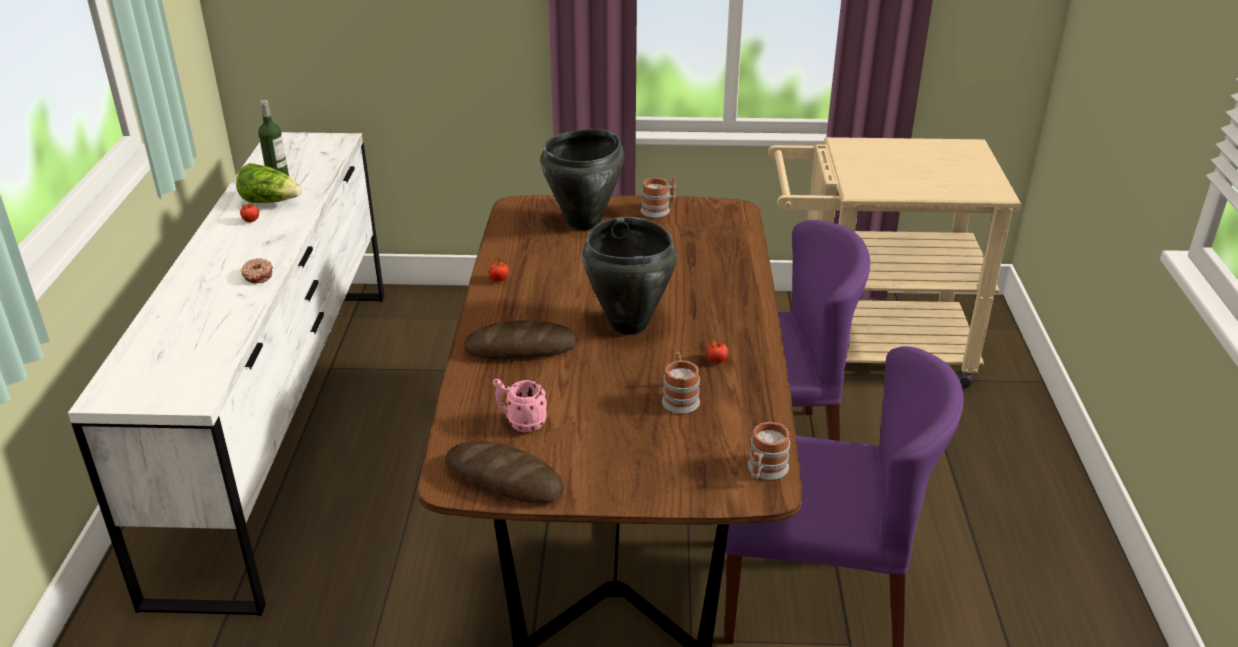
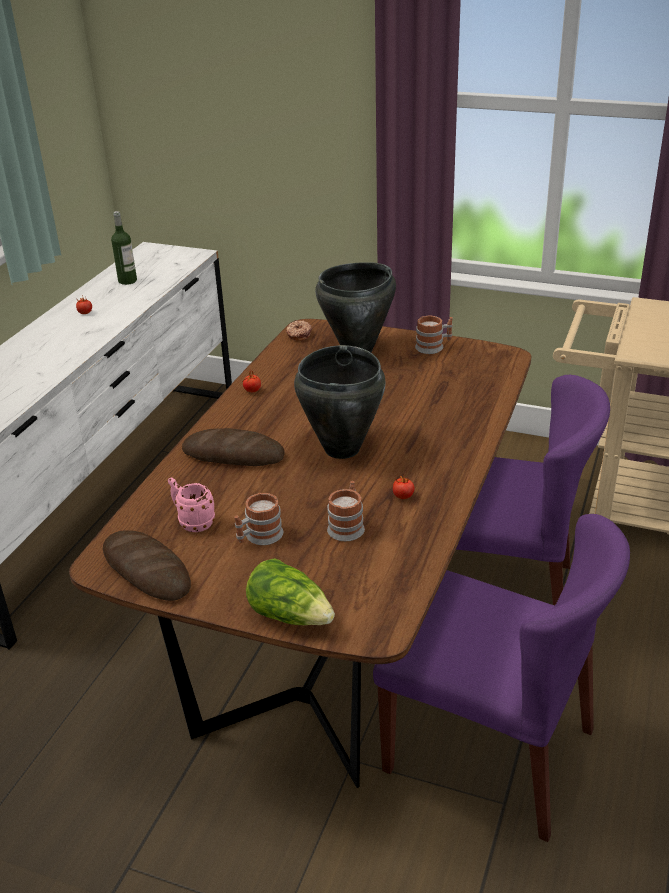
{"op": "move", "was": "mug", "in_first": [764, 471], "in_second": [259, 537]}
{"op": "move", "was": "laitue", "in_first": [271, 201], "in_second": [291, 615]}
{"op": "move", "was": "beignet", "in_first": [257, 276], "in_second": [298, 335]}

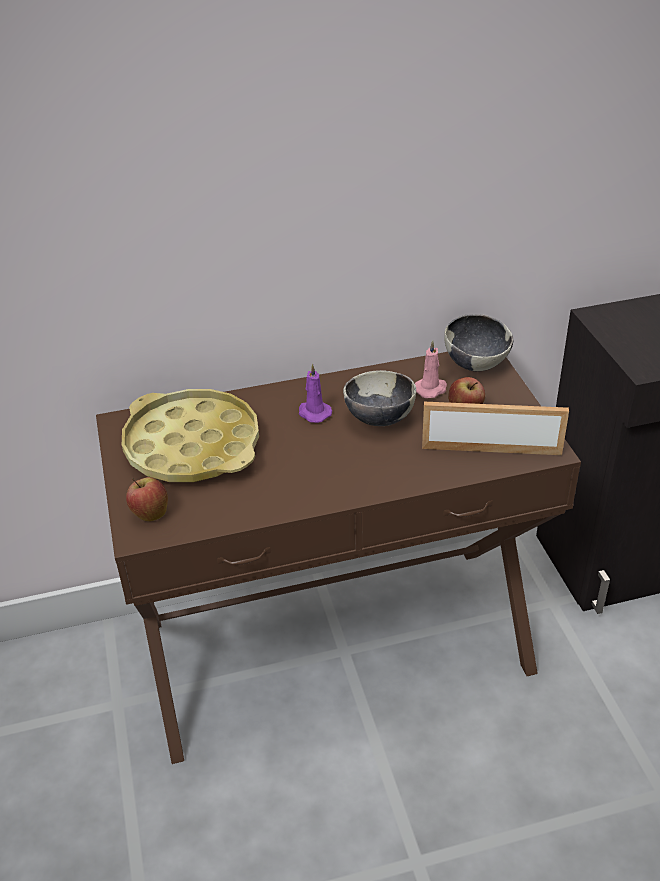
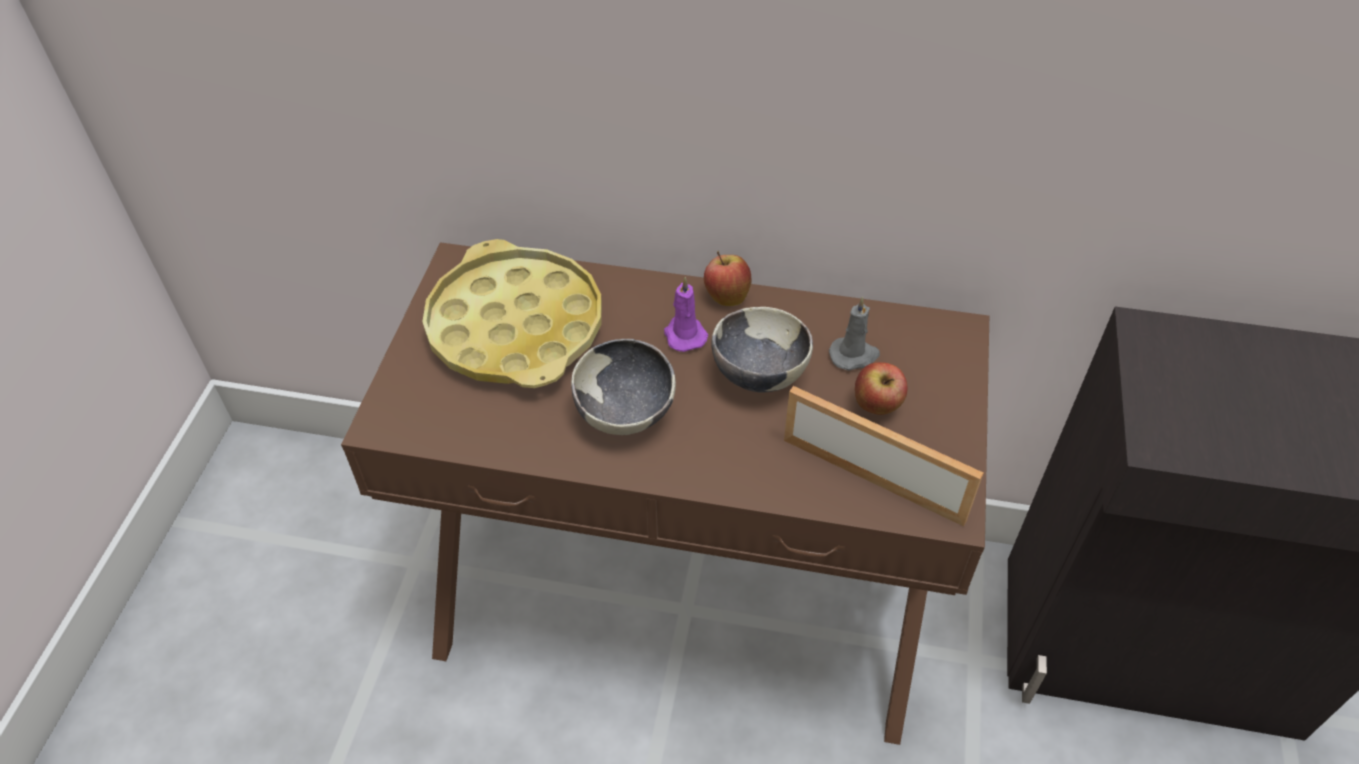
{"op": "move", "was": "bol", "in_first": [476, 363], "in_second": [626, 413]}
{"op": "move", "was": "pomme", "in_first": [150, 514], "in_second": [726, 296]}
{"op": "recolor", "was": "bougie (rose)", "now": "bougie (gris)", "in_first": [431, 389], "in_second": [854, 355]}

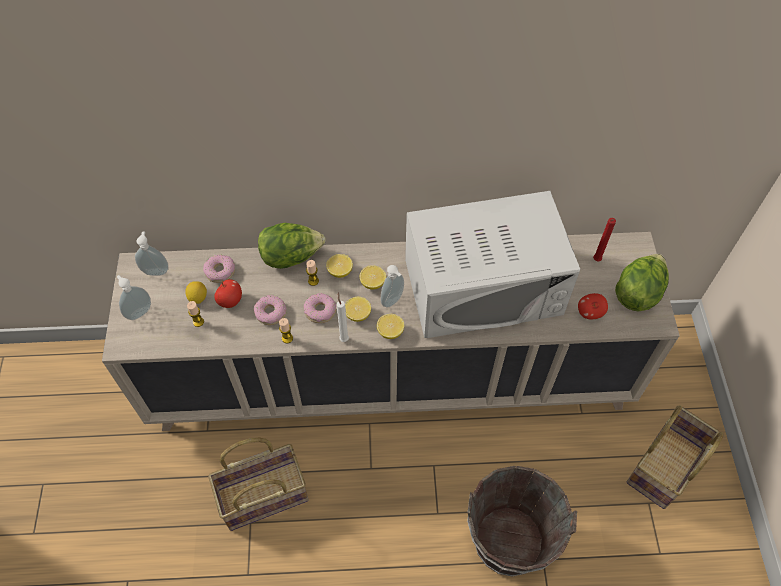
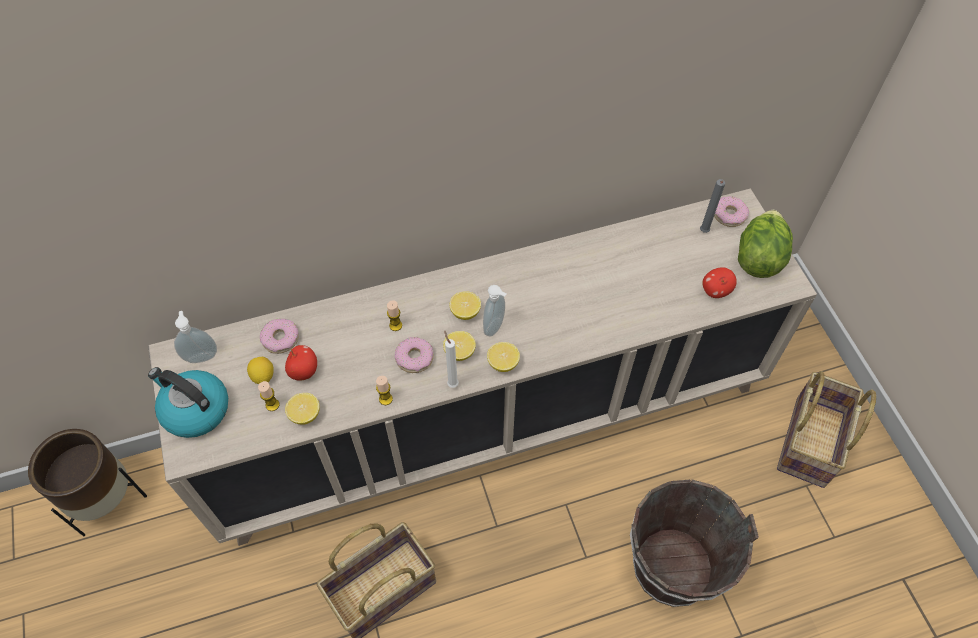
{"op": "insert", "now": "cache-pot (marron)", "in_second": [107, 500]}
{"op": "replace", "was": "distributeur de savon", "now": "bouilloire", "in_first": [139, 312], "in_second": [195, 410]}
{"op": "move", "was": "citron", "in_first": [340, 271], "in_second": [305, 414]}
{"op": "recolor", "was": "bougie (rouge)", "now": "bougie (gris)", "in_first": [596, 261], "in_second": [703, 232]}
{"op": "move", "was": "beignet", "in_first": [271, 313], "in_second": [729, 215]}
{"op": "delete", "was": "laitue", "in_first": [291, 257]}
{"op": "delete", "was": "micro-ondes (blanc)", "in_first": [483, 286]}

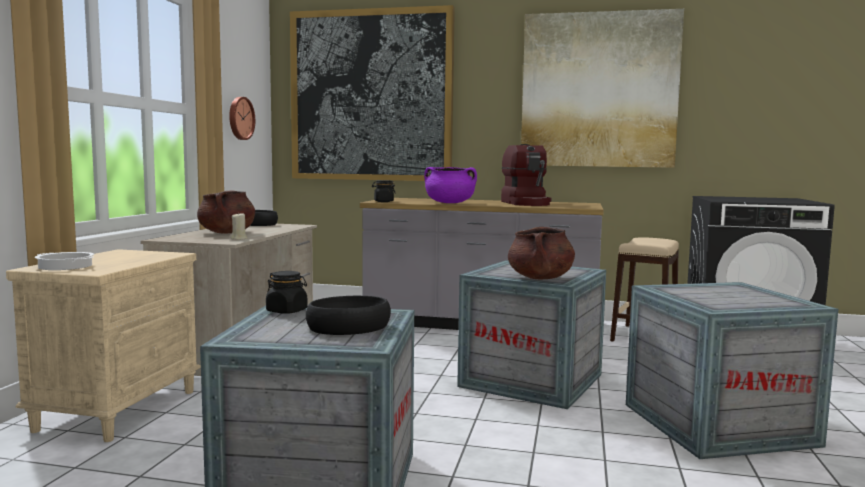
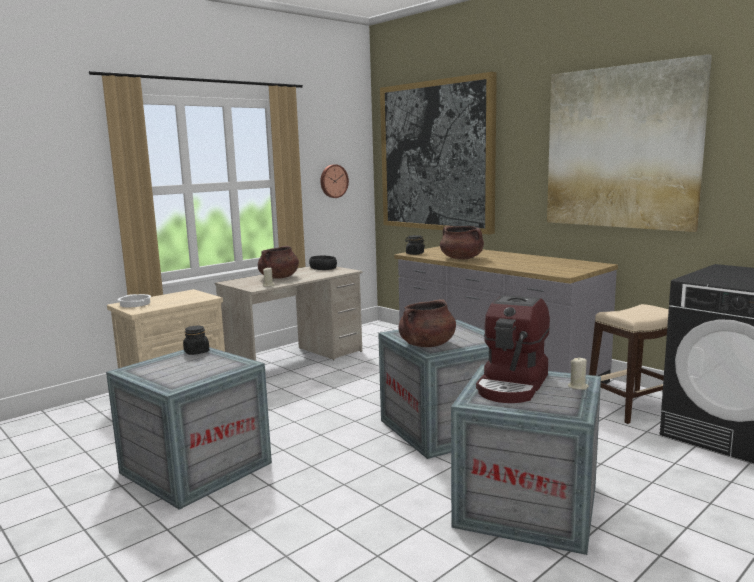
{"op": "recolor", "was": "marmite (violet)", "now": "marmite (marron)", "in_first": [449, 203], "in_second": [462, 258]}
{"op": "move", "was": "machine à café", "in_first": [526, 203], "in_second": [513, 385]}
{"op": "insert", "now": "bougie (beige)", "in_second": [578, 387]}
{"op": "delete", "was": "bol (noir)", "in_first": [349, 327]}

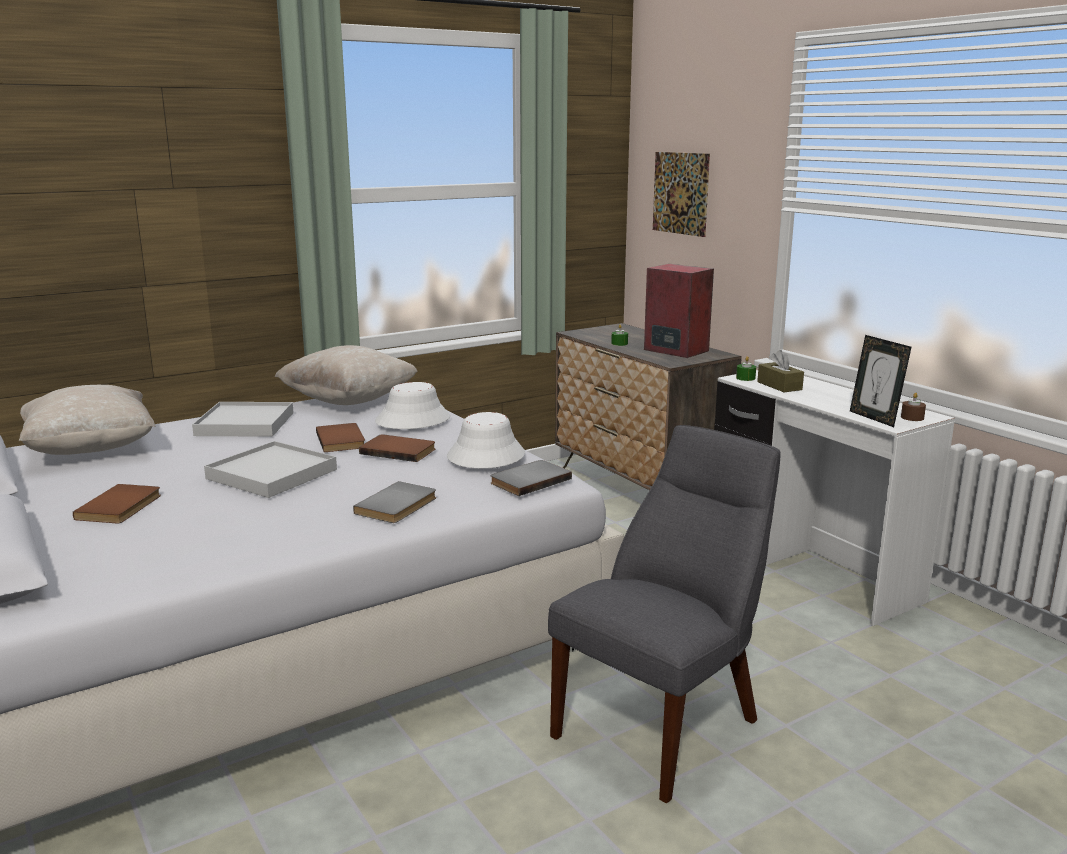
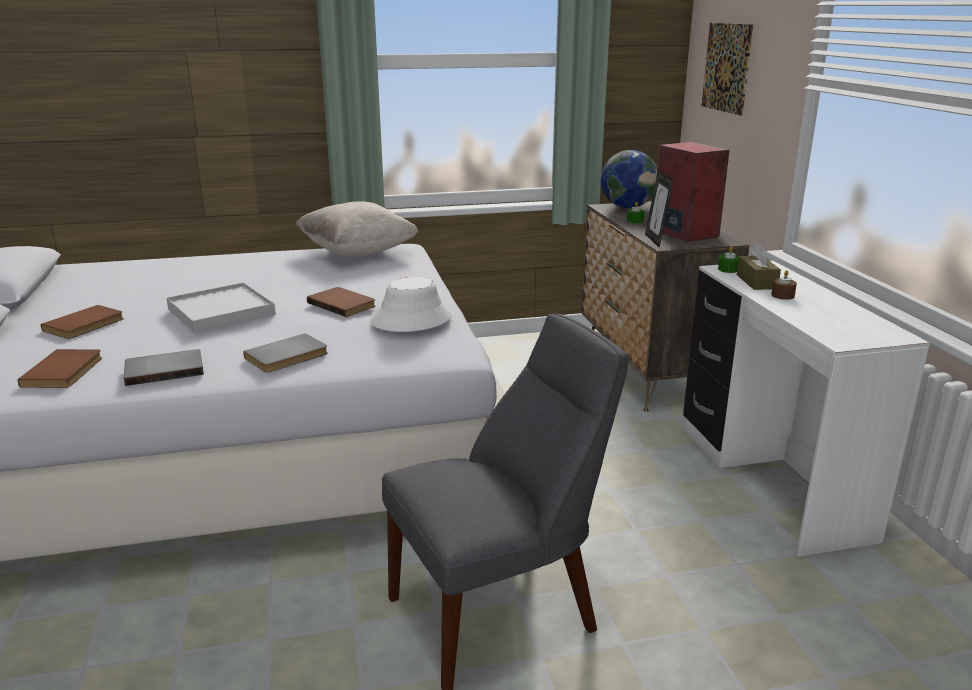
{"op": "move", "was": "livre (marron)", "in_first": [342, 440], "in_second": [65, 371]}
{"op": "move", "was": "livre (gris)", "in_first": [528, 480], "in_second": [164, 369]}
{"op": "insert", "now": "globe", "in_second": [627, 207]}
{"op": "move", "was": "cadre photo", "in_first": [874, 418], "in_second": [656, 240]}
{"op": "move", "was": "bougie (marron)", "in_first": [912, 417], "in_second": [782, 295]}
{"op": "delete", "was": "coussin (beige)", "in_first": [91, 450]}
{"op": "delete", "was": "plateau (blanc)", "in_first": [245, 424]}
{"op": "delete", "was": "chapeau (blanc)", "in_first": [412, 420]}

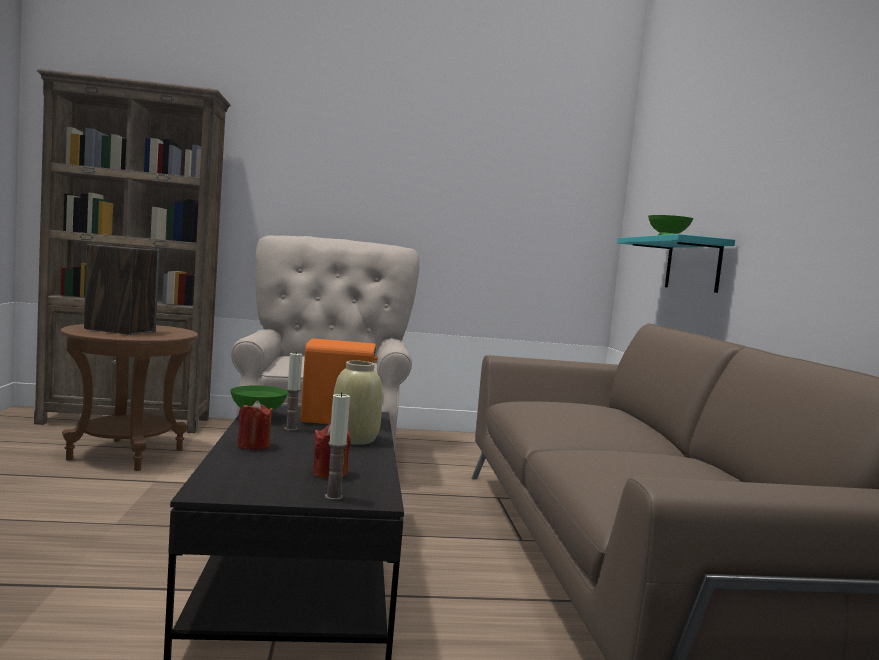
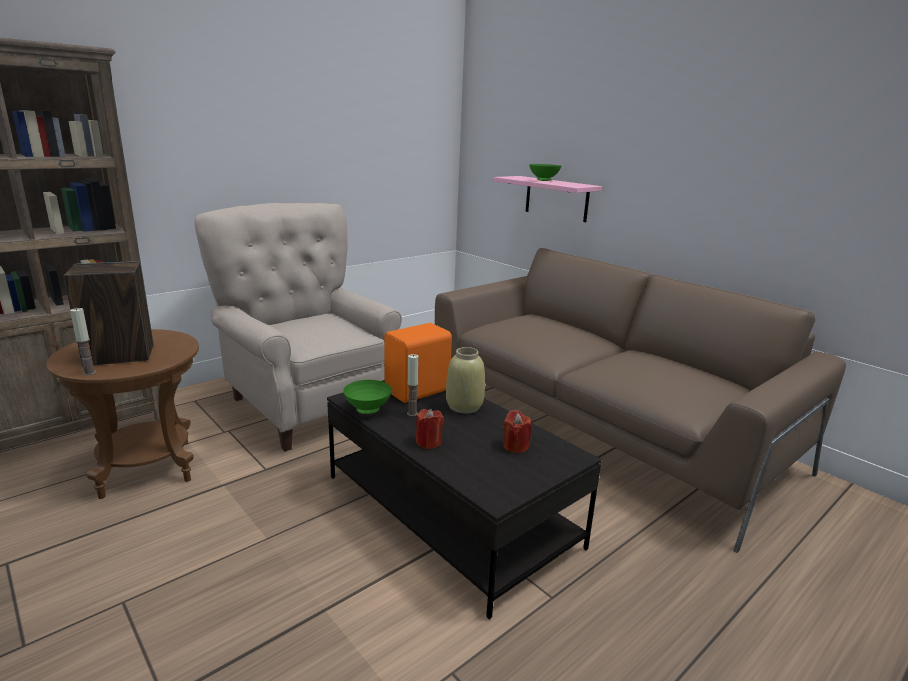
{"op": "move", "was": "bougie", "in_first": [333, 497], "in_second": [89, 372]}
{"op": "recolor", "was": "étagère (turquoise)", "now": "étagère (rose)", "in_first": [693, 265], "in_second": [556, 198]}

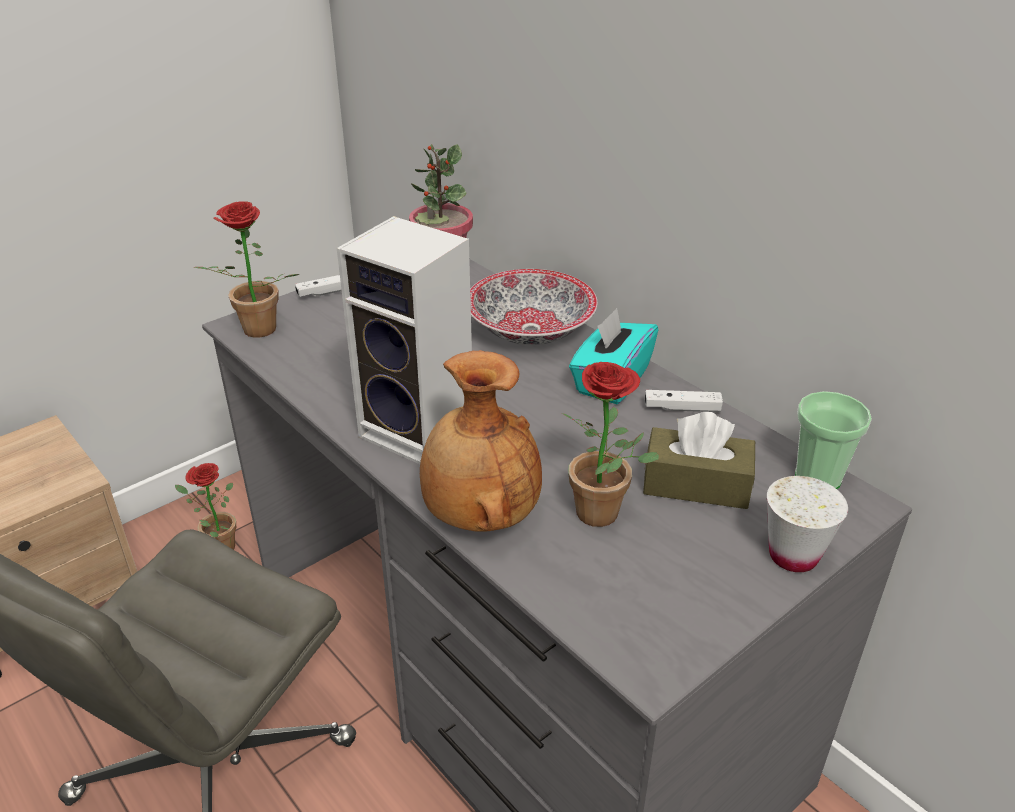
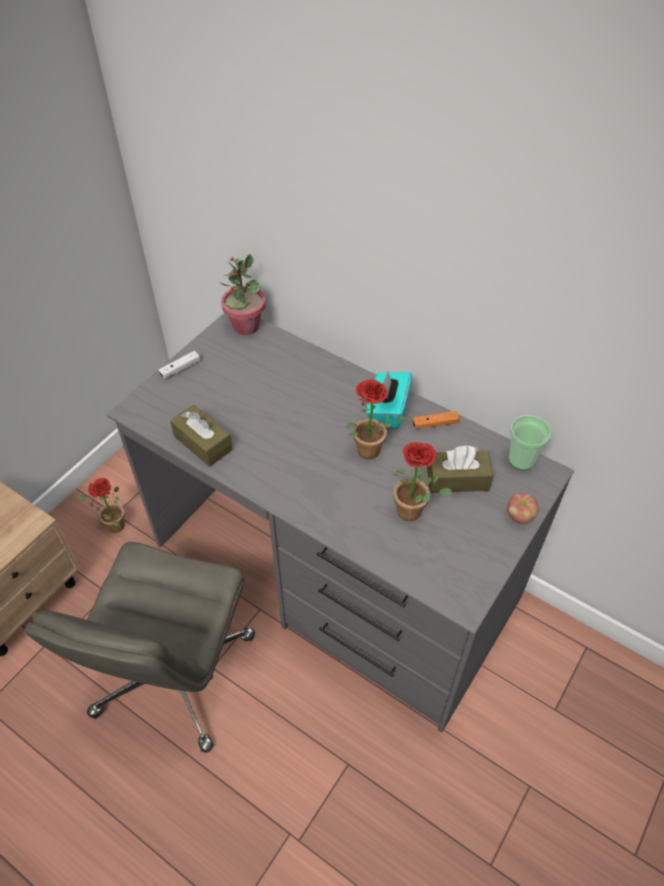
{"op": "insert", "now": "boîte à mouchoirs (marron)", "in_second": [203, 443]}
{"op": "move", "was": "plante en pot", "in_first": [255, 332], "in_second": [367, 454]}
{"op": "recolor", "was": "manette (blanc)", "now": "manette (orange)", "in_first": [682, 408], "in_second": [435, 424]}
{"op": "replace", "was": "tasse (blanc)", "now": "pomme", "in_first": [793, 556], "in_second": [519, 516]}
{"op": "delete", "was": "enceinte", "in_first": [421, 432]}
{"op": "delete", "was": "vase (marron)", "in_first": [479, 514]}
{"op": "delete", "was": "bol", "in_first": [530, 329]}

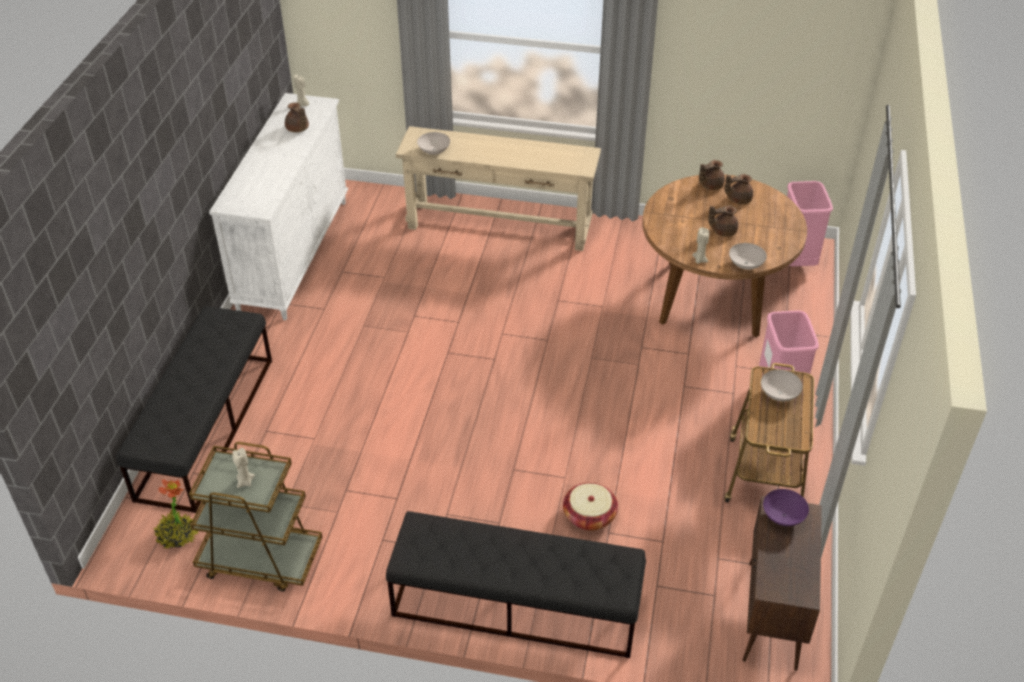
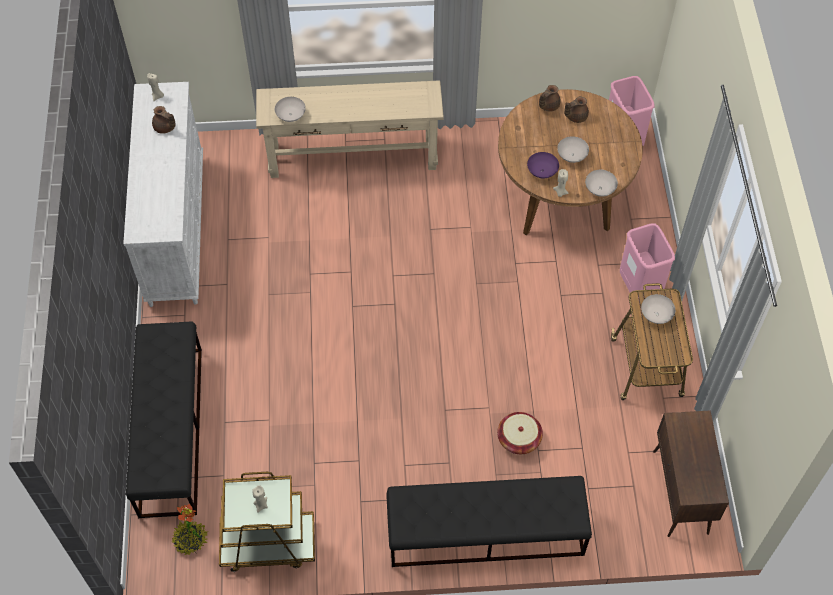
{"op": "move", "was": "bol (violet)", "in_first": [783, 516], "in_second": [542, 171]}
{"op": "replace", "was": "théière (marron)", "now": "bol (blanc)", "in_first": [722, 231], "in_second": [571, 155]}

